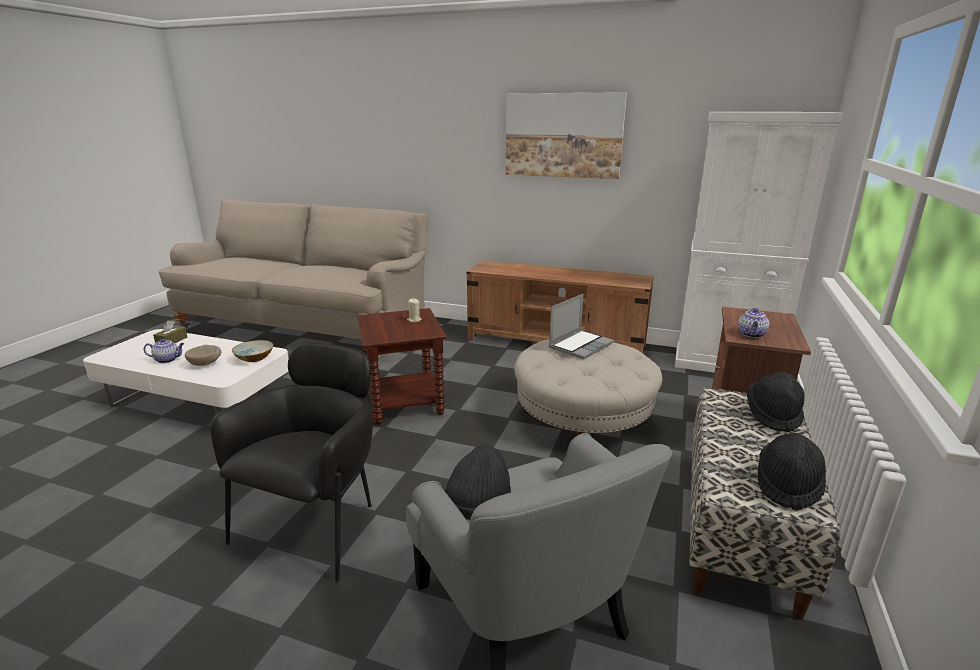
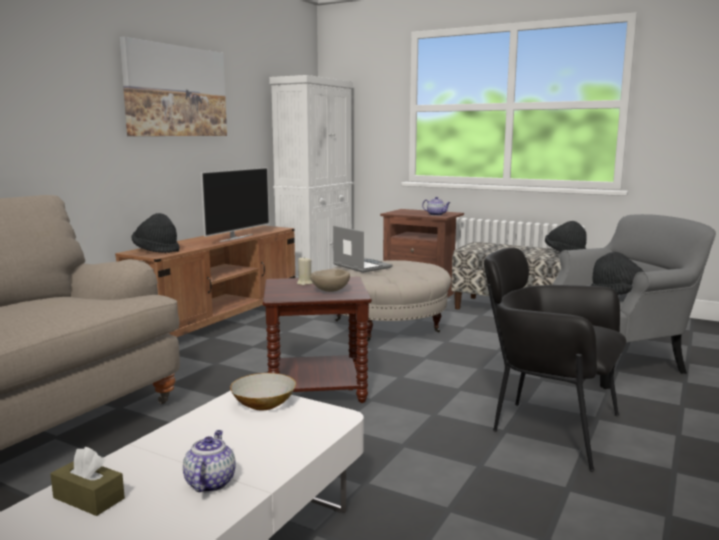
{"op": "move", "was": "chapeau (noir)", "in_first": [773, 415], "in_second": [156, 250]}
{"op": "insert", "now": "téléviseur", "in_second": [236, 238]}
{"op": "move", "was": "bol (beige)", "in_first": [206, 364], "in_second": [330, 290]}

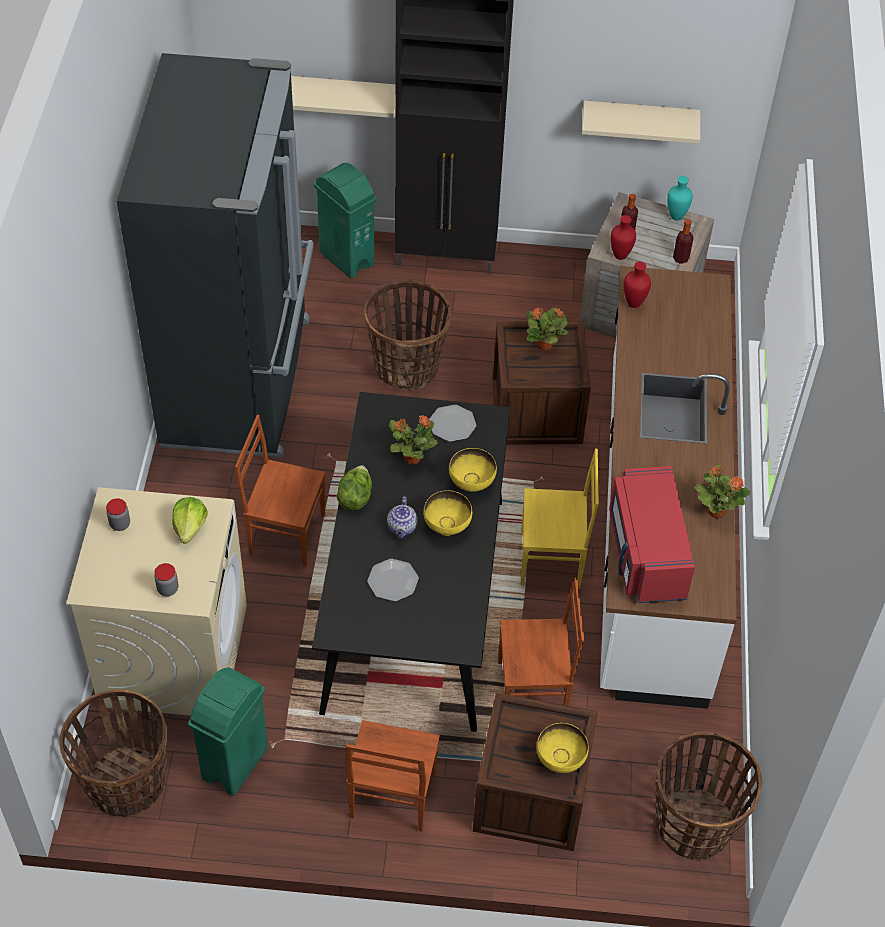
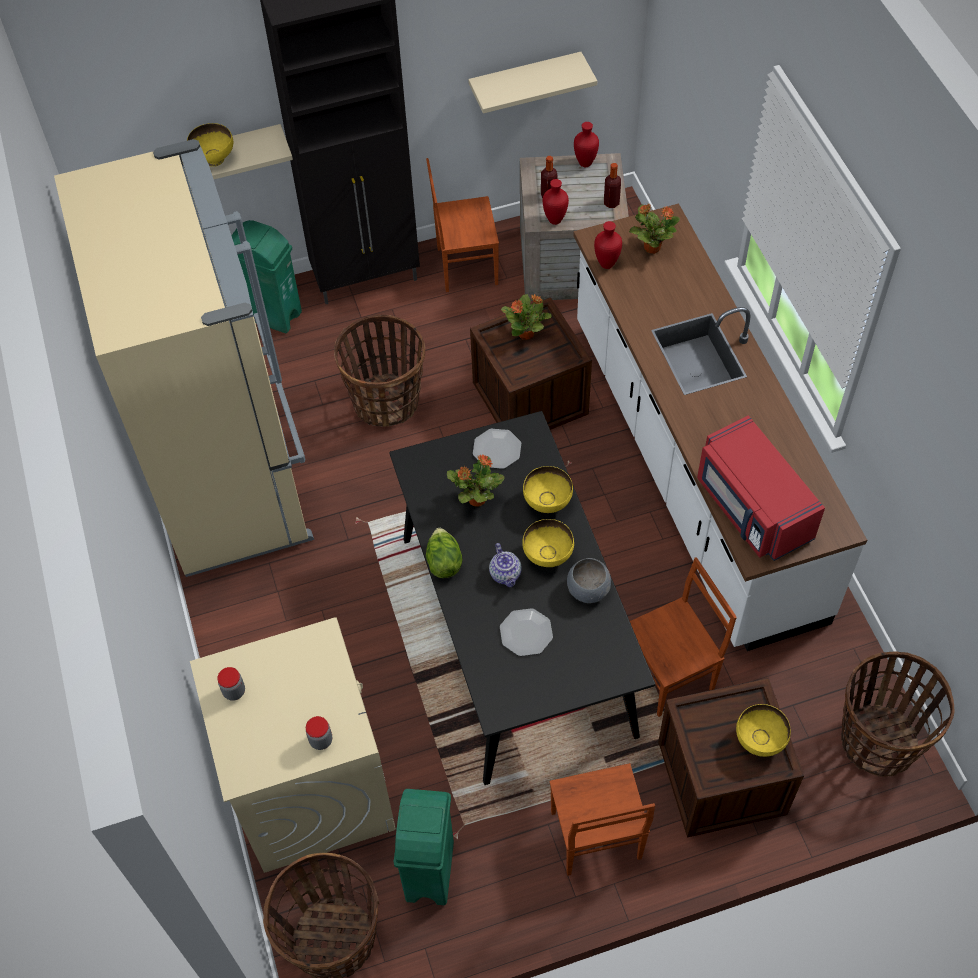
{"op": "recolor", "was": "réfrigérateur (noir)", "now": "réfrigérateur (beige)", "in_first": [240, 381], "in_second": [231, 478]}
{"op": "insert", "now": "bol (jaune)", "in_second": [214, 159]}
{"op": "move", "was": "chaise (marron)", "in_first": [286, 533], "in_second": [466, 266]}
{"op": "insert", "now": "bol (gris)", "in_second": [588, 590]}
{"op": "recolor", "was": "vase (turquoise)", "now": "vase (rouge)", "in_first": [677, 217], "in_second": [586, 163]}
{"op": "move", "was": "plante en pot", "in_first": [716, 511], "in_second": [651, 247]}
{"op": "delete", "was": "laitue", "in_first": [190, 527]}
{"op": "delete", "was": "chaise (jaune)", "in_first": [551, 561]}

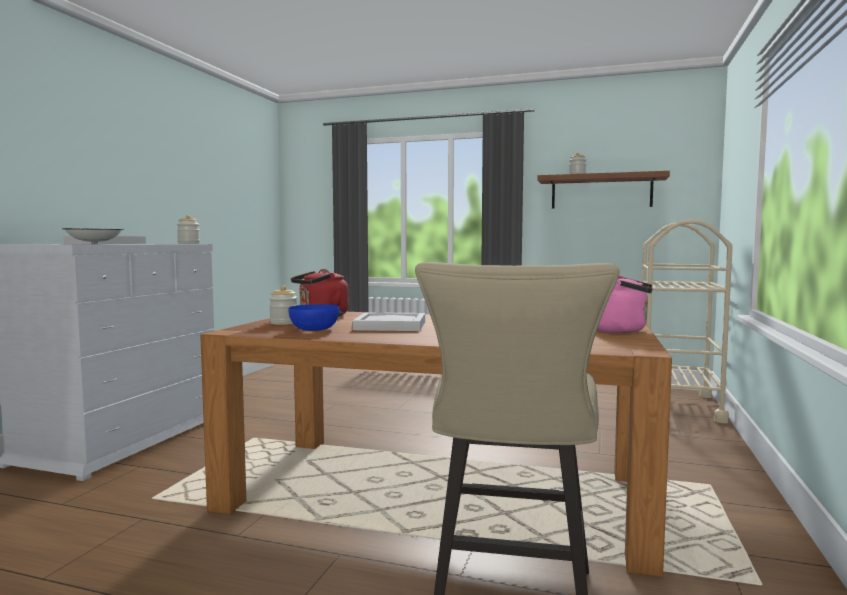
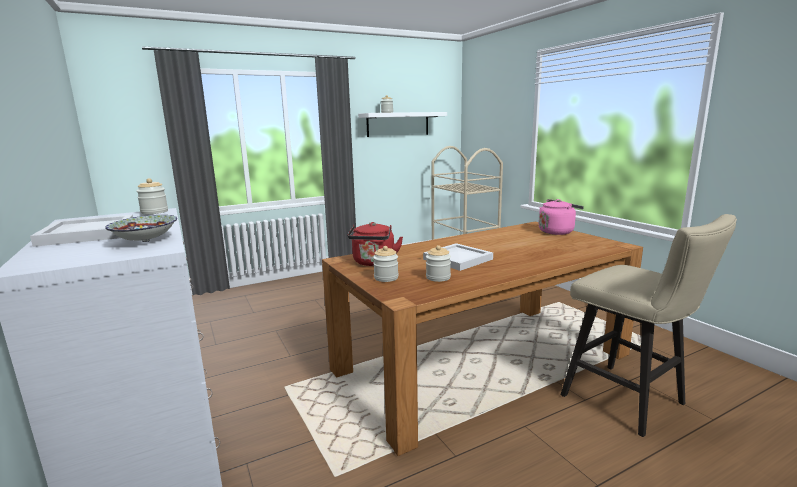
{"op": "recolor", "was": "étagère (marron)", "now": "étagère (blanc)", "in_first": [601, 192], "in_second": [398, 124]}
{"op": "replace", "was": "bol (bleu)", "now": "bocal", "in_first": [315, 329], "in_second": [438, 277]}

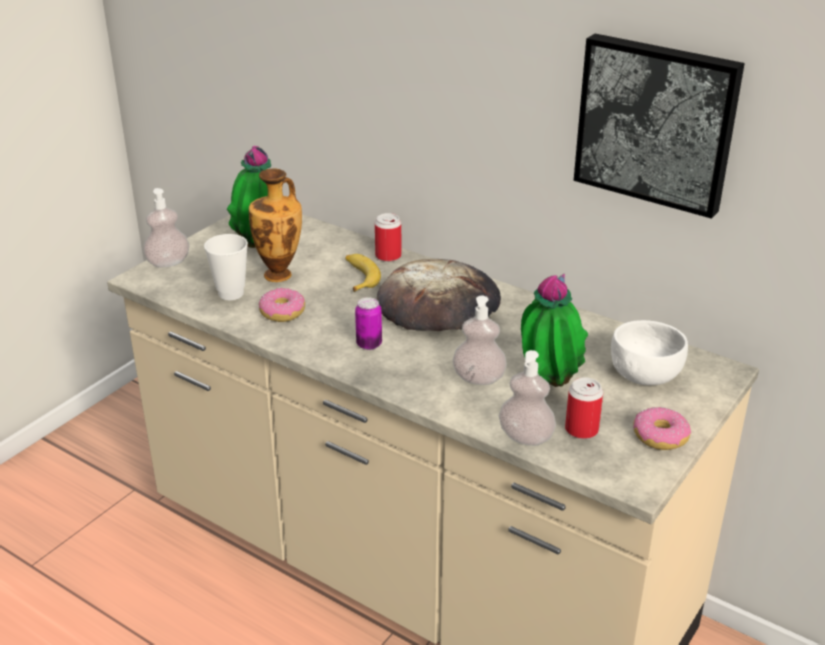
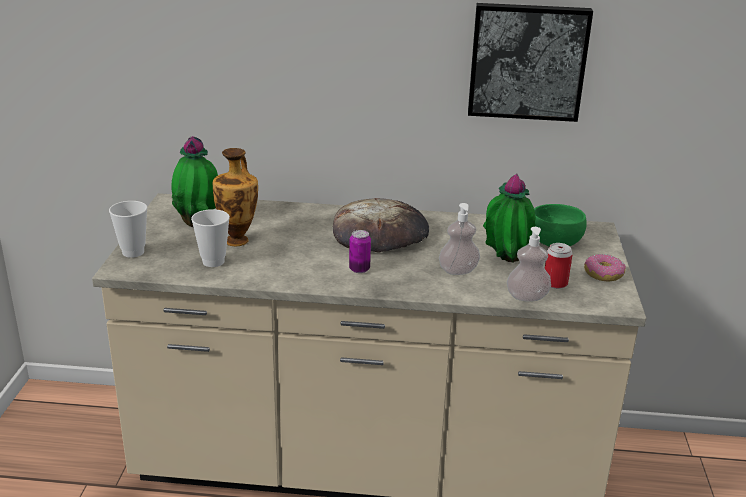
{"op": "replace", "was": "distributeur de savon", "now": "tasse", "in_first": [168, 262], "in_second": [133, 252]}
{"op": "recolor", "was": "bol (blanc)", "now": "bol (vert)", "in_first": [645, 373], "in_second": [555, 241]}
{"op": "delete", "was": "beignet", "in_first": [282, 312]}
{"op": "delete", "was": "banane", "in_first": [359, 277]}
{"op": "delete", "was": "boîte métallique", "in_first": [388, 256]}

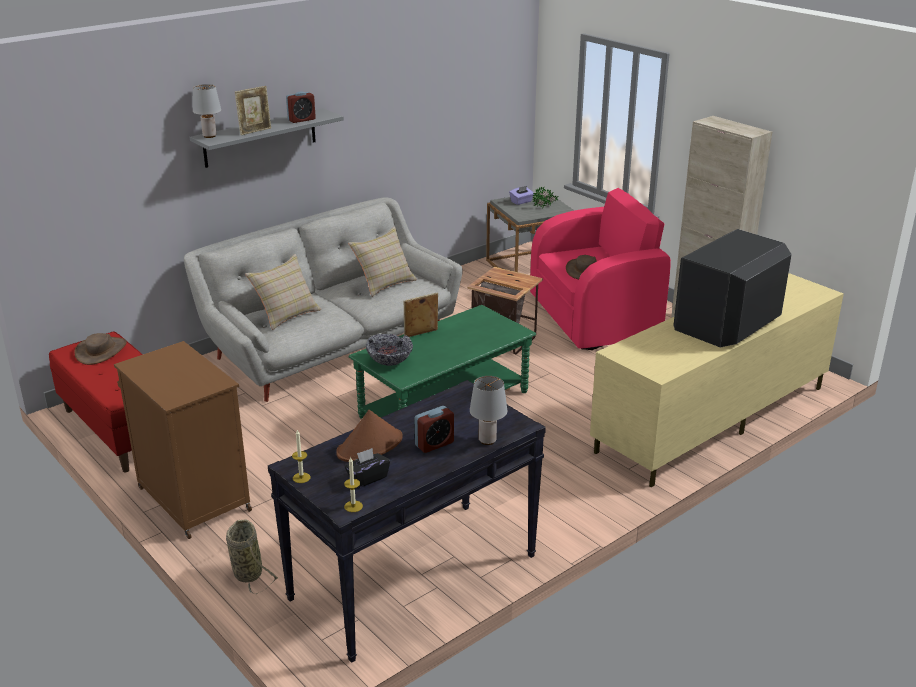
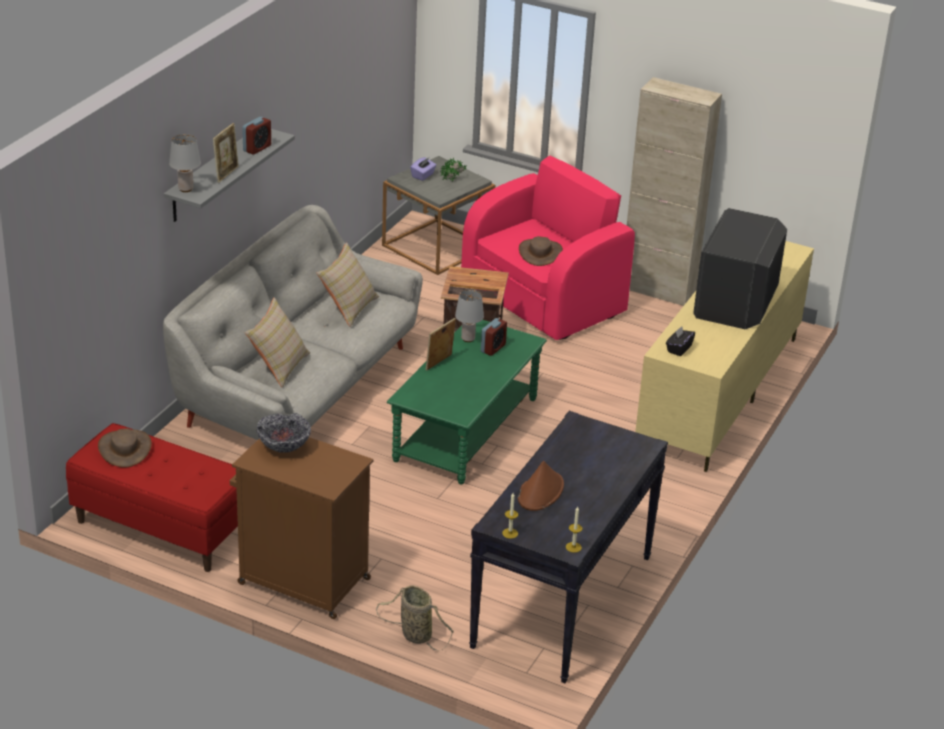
{"op": "move", "was": "bol", "in_first": [390, 362], "in_second": [284, 446]}
{"op": "move", "was": "lampe de table (gris)", "in_first": [487, 440], "in_second": [467, 339]}
{"op": "move", "was": "réveil", "in_first": [434, 444], "in_second": [493, 348]}
{"op": "move", "was": "boîte à mouchoirs (noir)", "in_first": [367, 478], "in_second": [679, 349]}

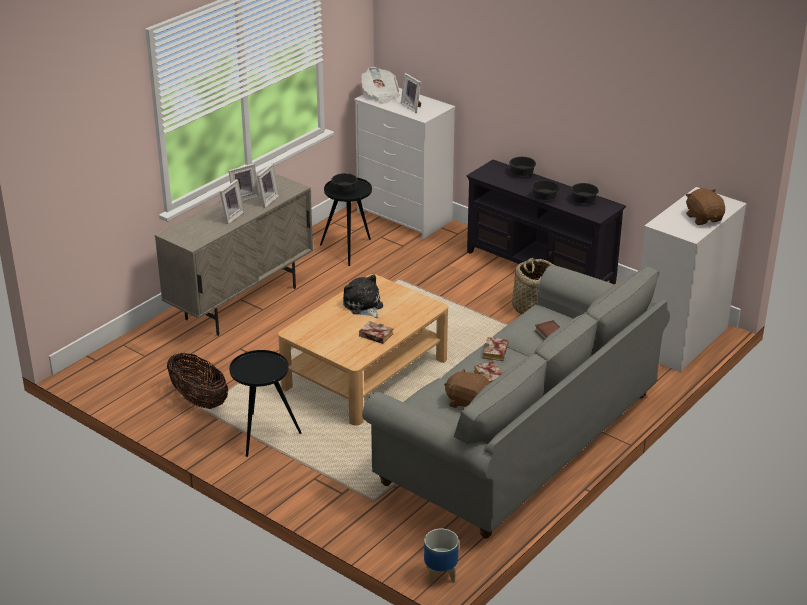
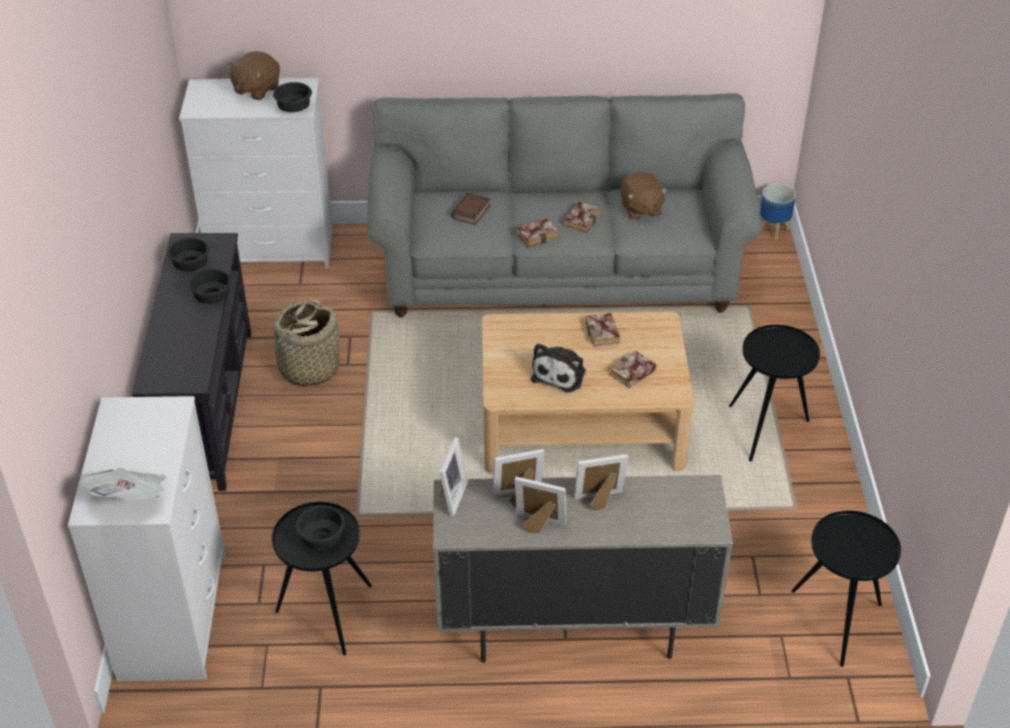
{"op": "move", "was": "bol (noir)", "in_first": [522, 173], "in_second": [293, 108]}
{"op": "move", "was": "cadre photo", "in_first": [412, 107], "in_second": [450, 496]}
{"op": "insert", "now": "livre", "in_second": [632, 374]}
{"op": "insert", "now": "table d'appoint (noir)", "in_second": [835, 623]}
{"op": "delete", "was": "panier", "in_first": [199, 400]}

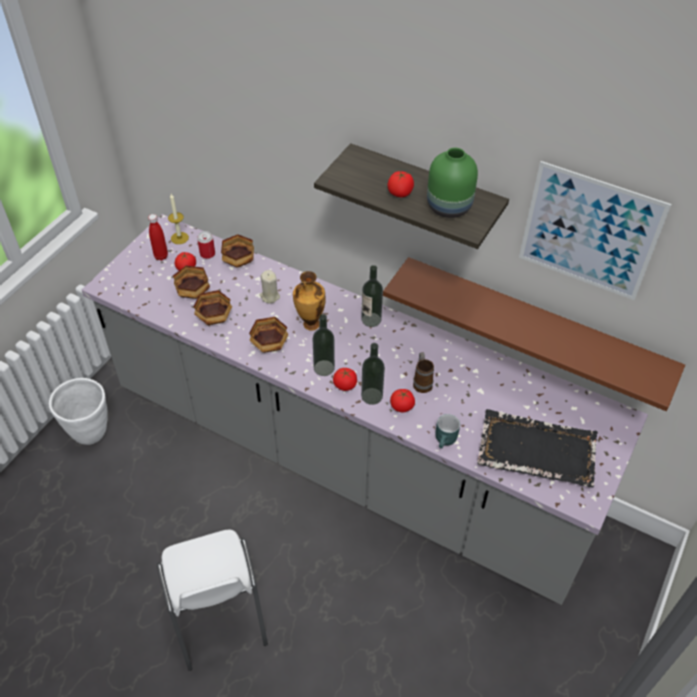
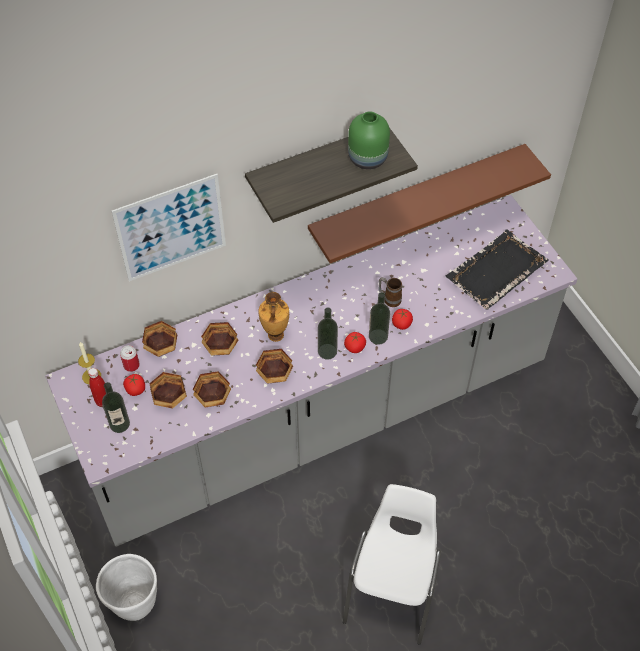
{"op": "move", "was": "bouteille", "in_first": [371, 319], "in_second": [119, 424]}
{"op": "move", "was": "tableau", "in_first": [589, 232], "in_second": [171, 228]}
{"op": "replace", "was": "bougie (beige)", "now": "bol", "in_first": [269, 296], "in_second": [221, 347]}
{"op": "rotate", "was": "chaise (blanc)", "in_first": [217, 614], "in_second": [393, 590], "clockwise": -90}
{"op": "delete", "was": "tomate", "in_first": [400, 193]}
{"op": "delete", "was": "mug (turquoise)", "in_first": [446, 441]}

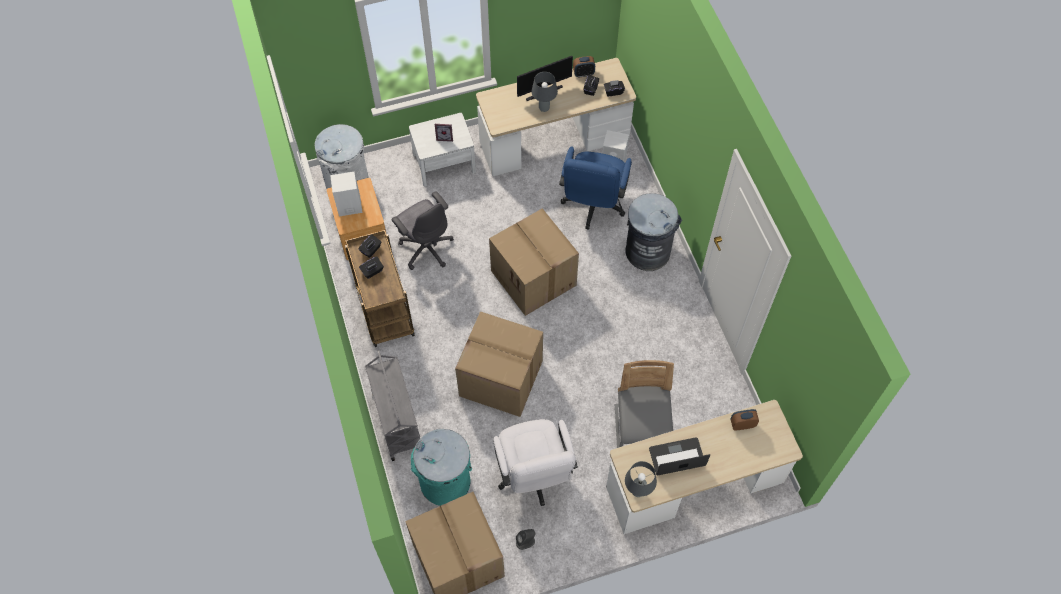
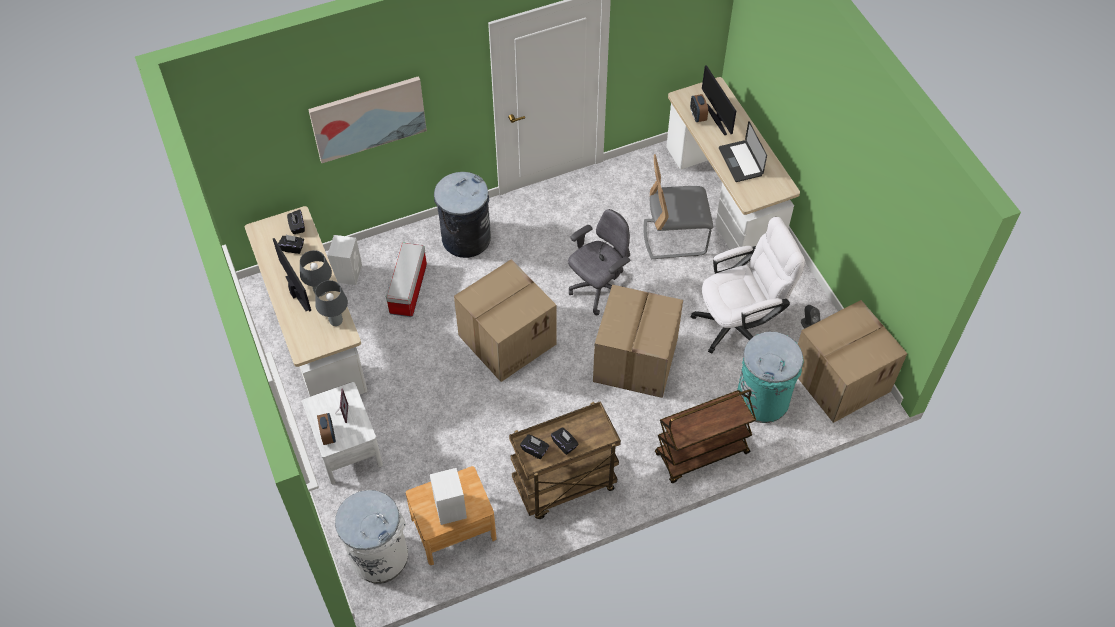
{"op": "insert", "now": "tableau", "in_second": [368, 118]}
{"op": "move", "was": "lampe de table (gris)", "in_first": [637, 491], "in_second": [336, 322]}
{"op": "move", "was": "réveil", "in_first": [583, 73], "in_second": [328, 435]}
{"op": "replace", "was": "chaise de bureau (bleu)", "now": "boîte de rangement", "in_first": [592, 206], "in_second": [408, 290]}
{"op": "move", "was": "chaise de bureau (gris)", "in_first": [426, 248], "in_second": [599, 289]}
{"op": "recolor", "was": "chariot (gris)", "now": "chariot (marron)", "in_first": [397, 421], "in_second": [701, 454]}
{"op": "insert", "now": "écran d'ordinateur", "in_second": [717, 119]}

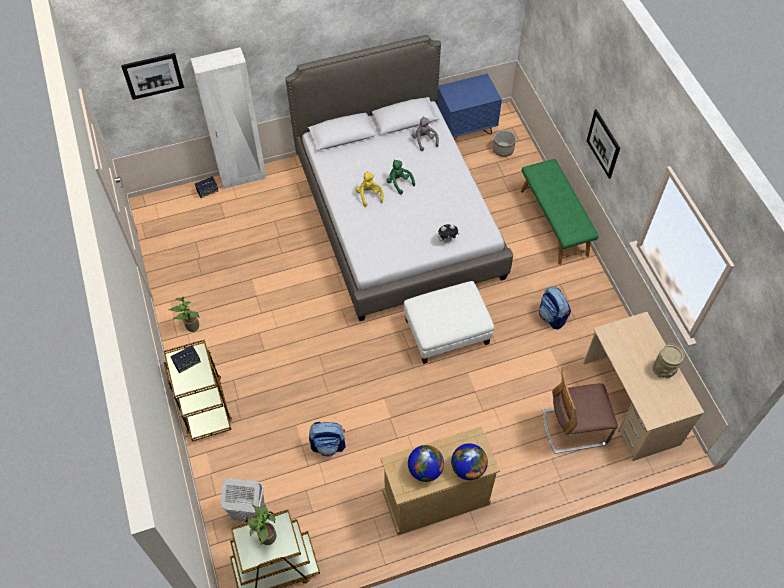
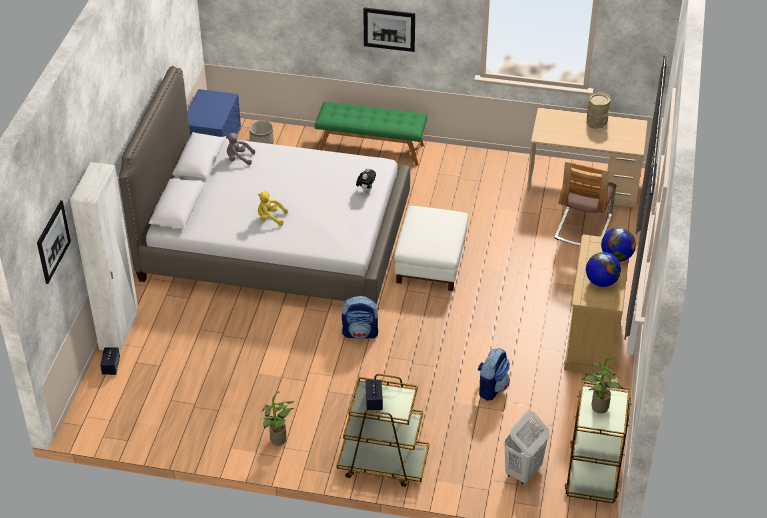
{"op": "move", "was": "sac à dos", "in_first": [552, 317], "in_second": [360, 333]}
{"op": "delete", "was": "peluche (vert)", "in_first": [399, 183]}

